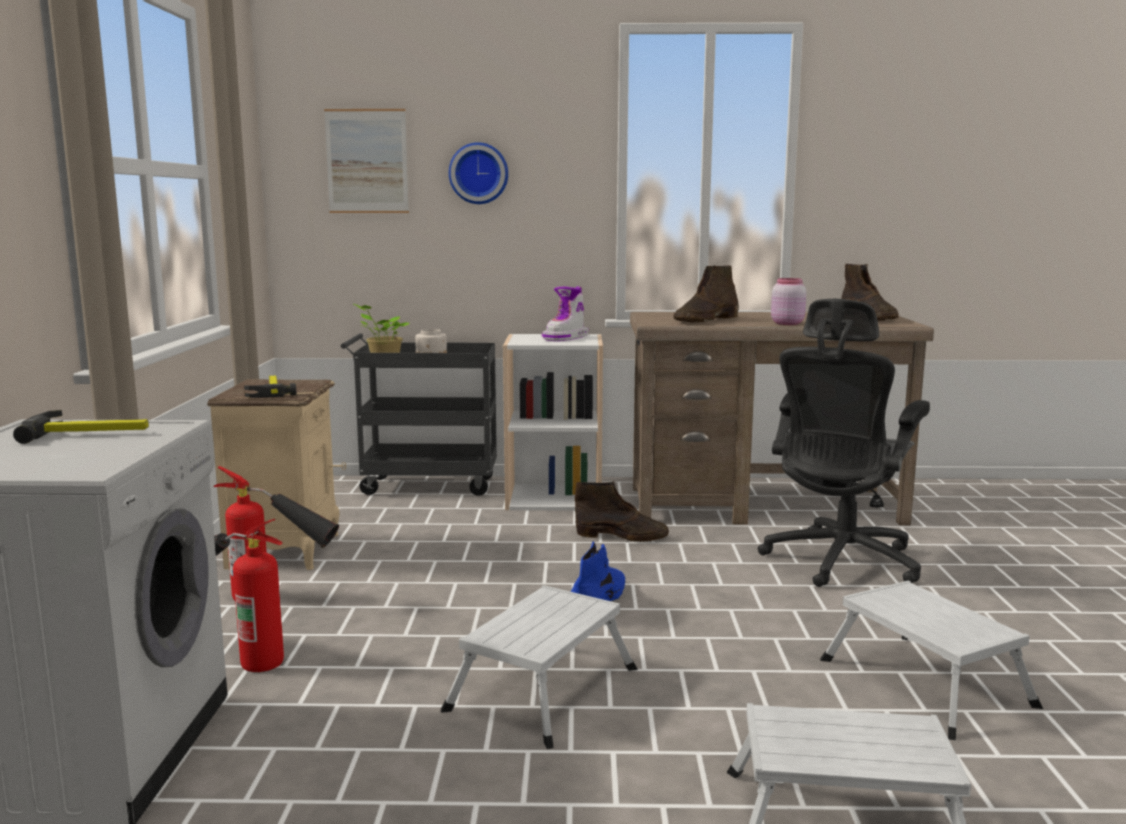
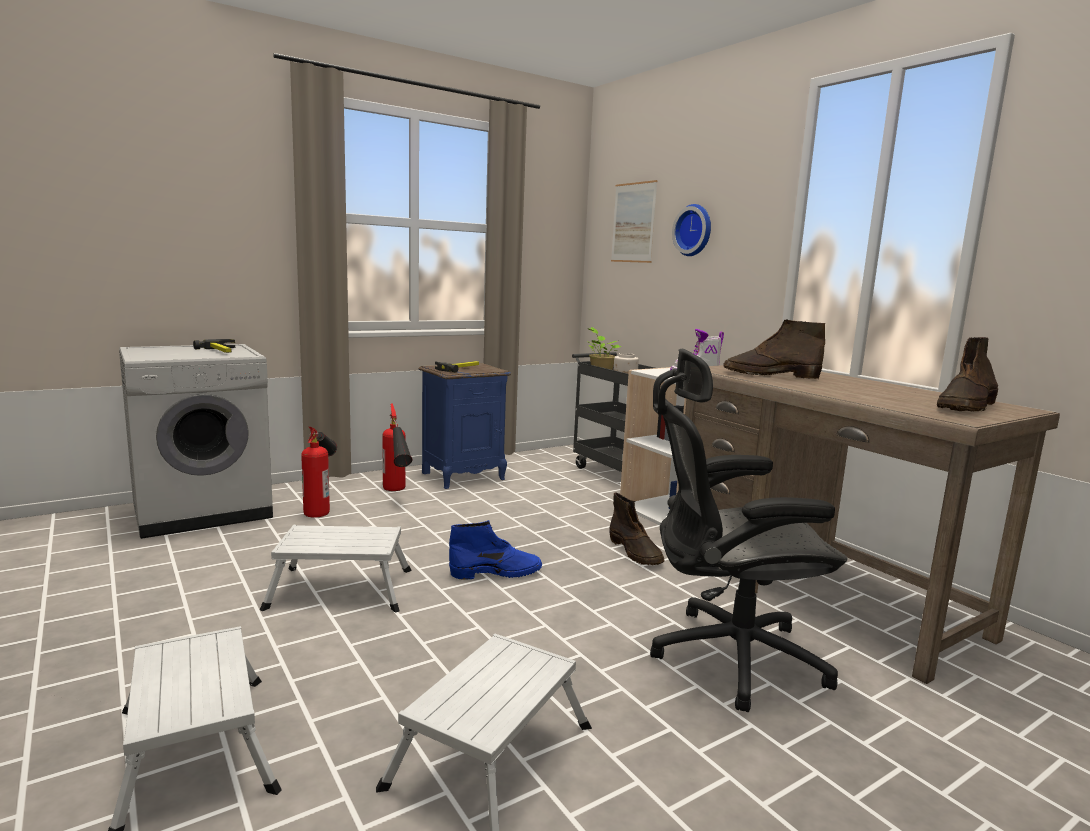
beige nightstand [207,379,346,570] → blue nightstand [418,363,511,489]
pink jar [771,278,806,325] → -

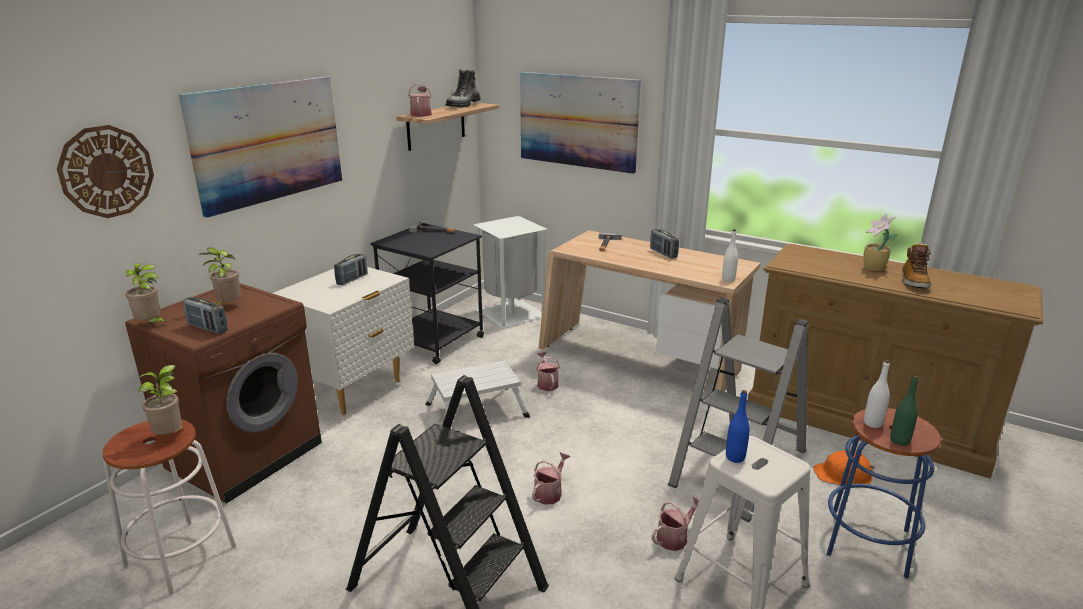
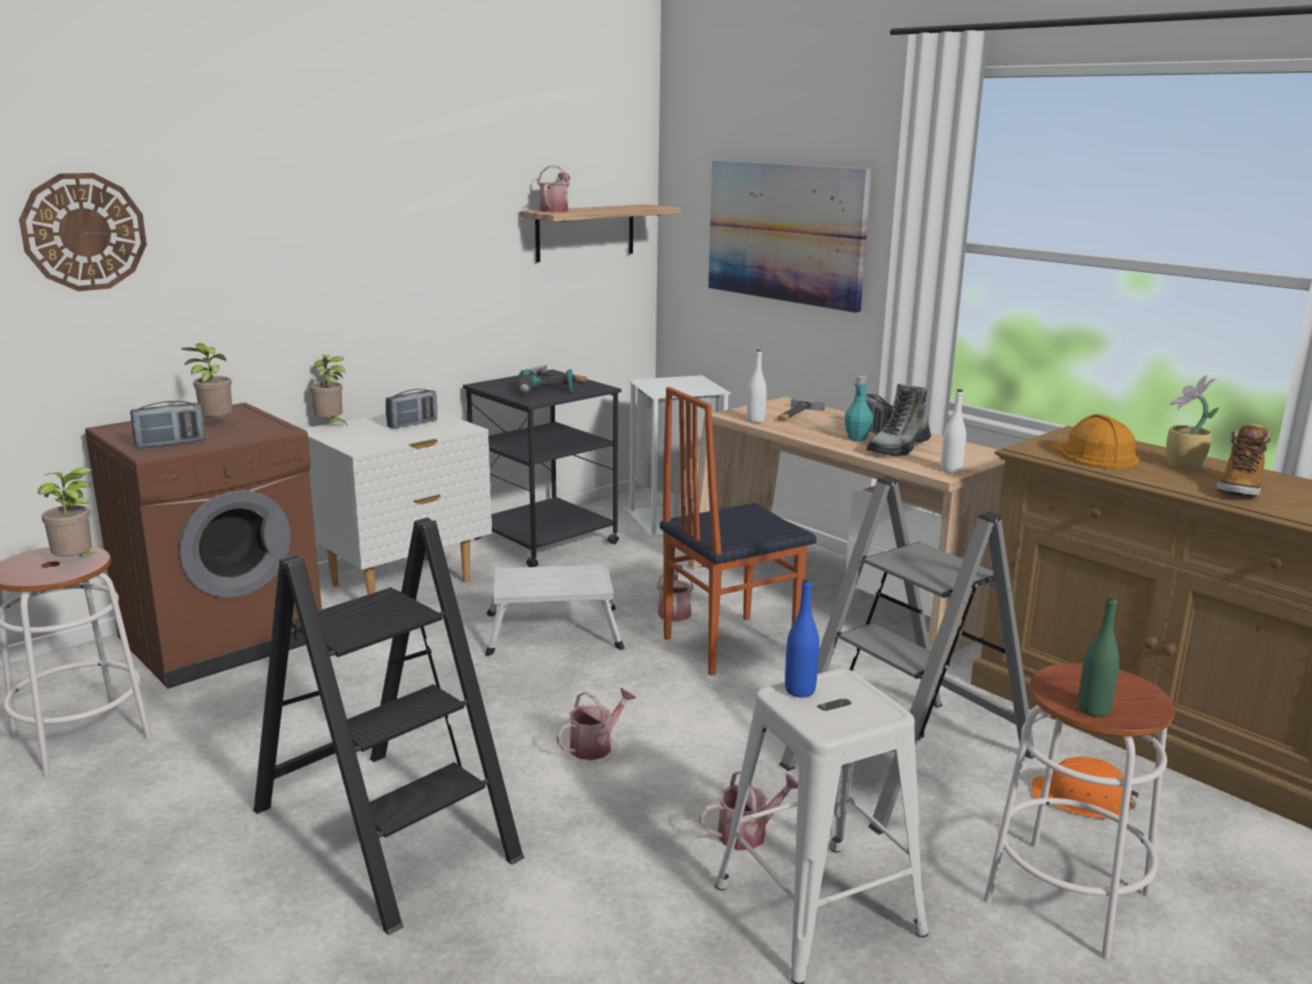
potted plant [125,264,168,324] → potted plant [310,355,348,426], moved
picture [178,76,342,218] → -
radio [183,297,228,334] → radio [130,401,205,448], 75 degrees counterclockwise
boot [446,70,481,108] → boot [867,384,931,456], moved
blue stool [827,408,941,579] → white stool [984,663,1175,960]
white bottle [864,360,890,428] → white bottle [747,350,767,423], moved
- → power drill [517,369,573,394]
- → chair [660,387,817,676]
- → turquoise bottle [845,376,873,441]
- → orange hard hat [1050,414,1139,470]

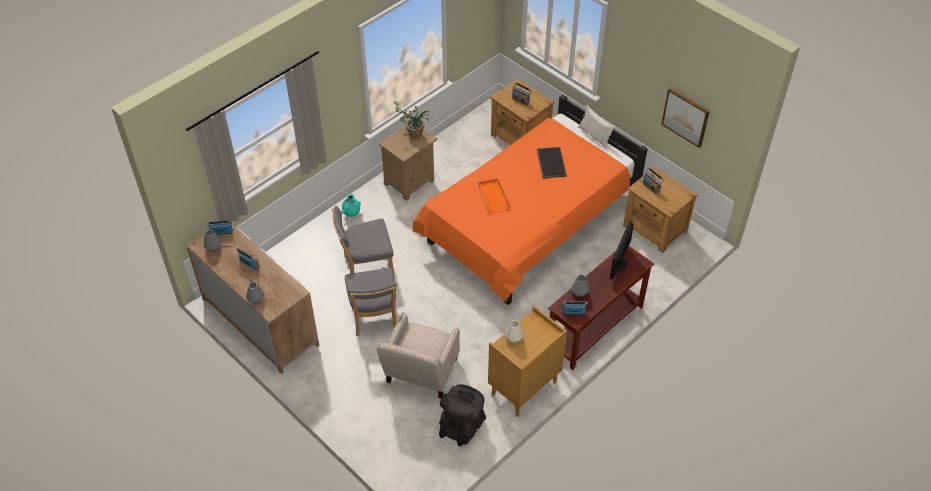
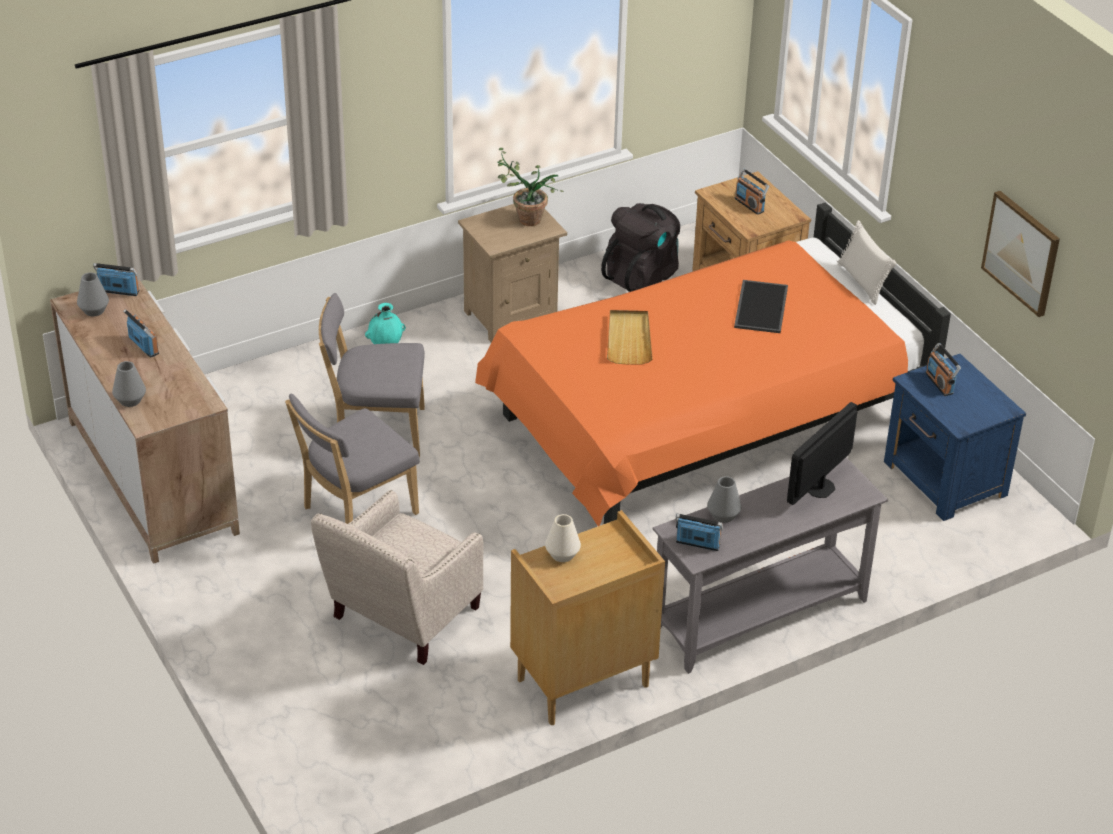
grey chair [345,268,397,336] → grey chair [285,394,420,524], 45 degrees clockwise
black backpack [439,384,486,446] → black backpack [601,203,680,292], moved
orange tray [478,179,511,213] → beige tray [607,310,653,365]
brown console table [548,246,654,370] → grey console table [653,457,888,674]
brown nightstand [623,167,697,253] → blue nightstand [884,354,1026,521]

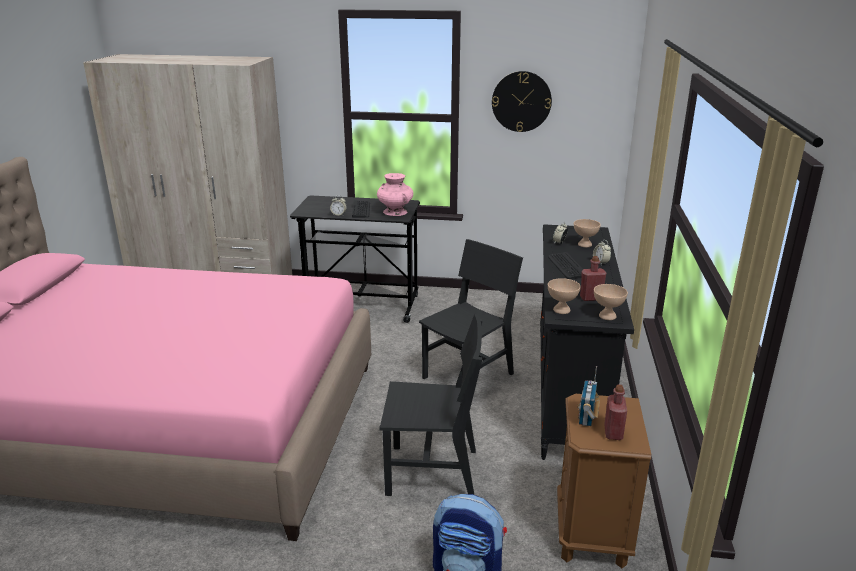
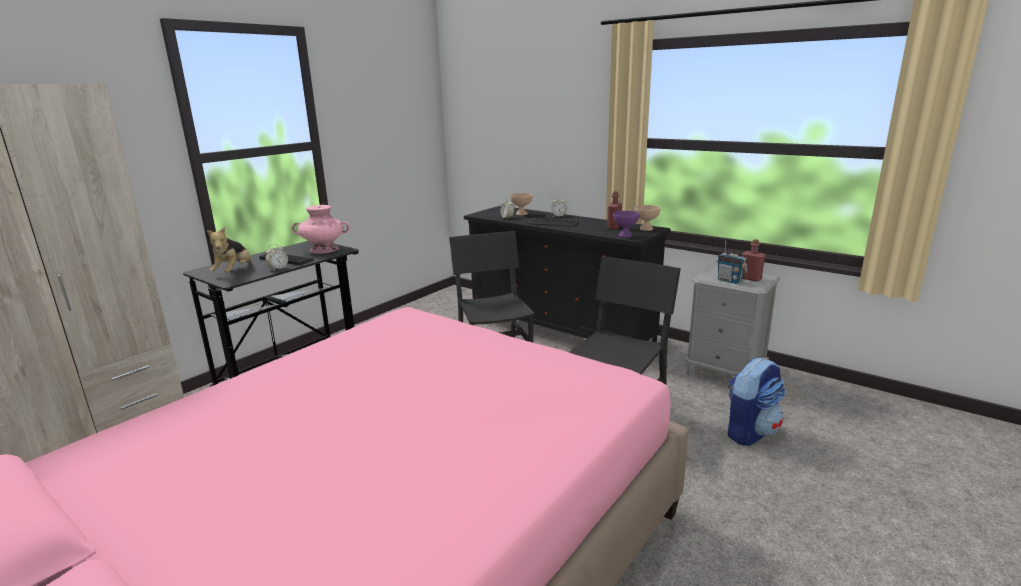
wall clock [492,71,552,132] → -
beige bowl [548,278,581,314] → purple bowl [613,211,640,238]
brown nightstand [557,394,651,568] → grey nightstand [685,265,780,376]
- → plush toy [207,226,251,273]

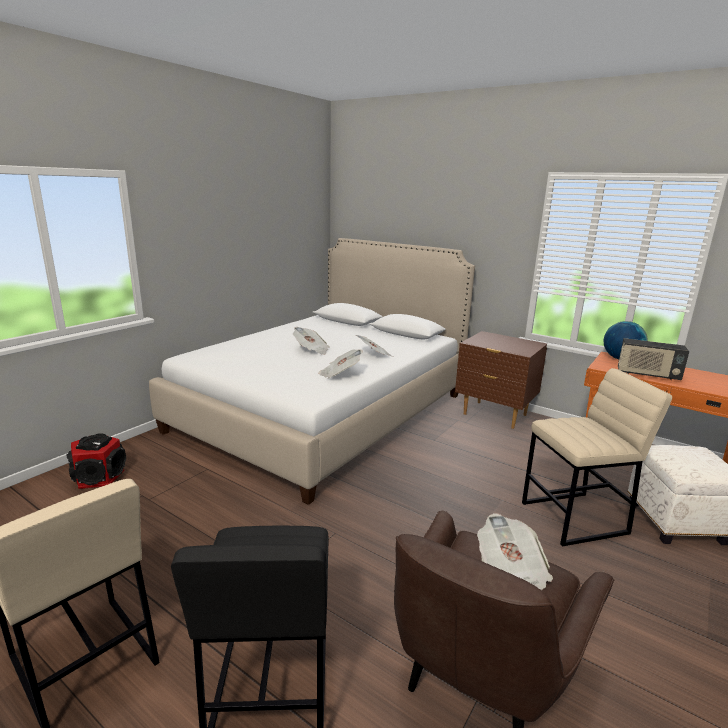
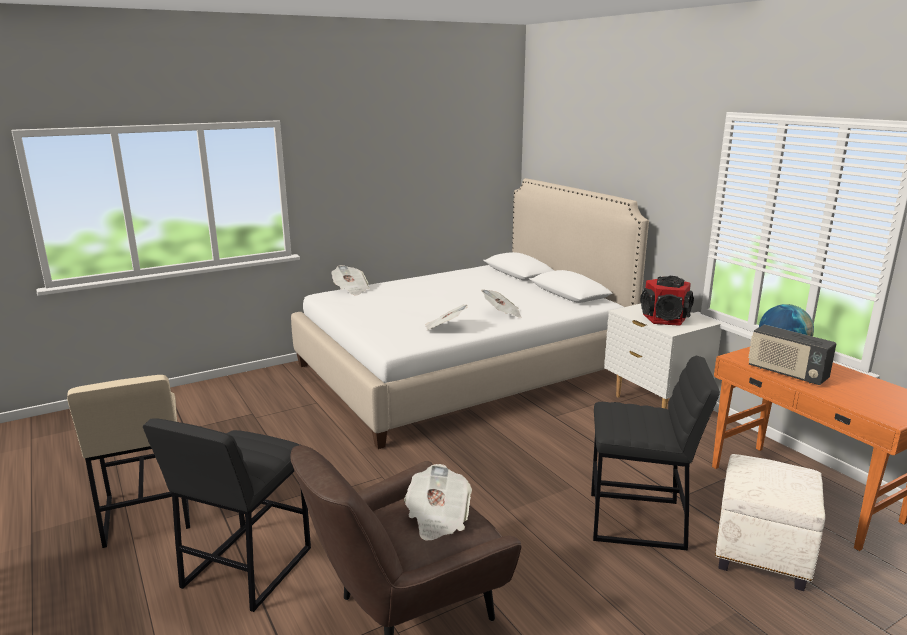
speaker [67,433,126,489] → speaker [640,276,694,326], moved
newspaper [293,327,330,355] → newspaper [331,265,370,296], moved
brown nightstand [455,331,547,429] → white nightstand [604,304,722,409]
beige chair [522,368,672,546] → black chair [591,356,720,550]

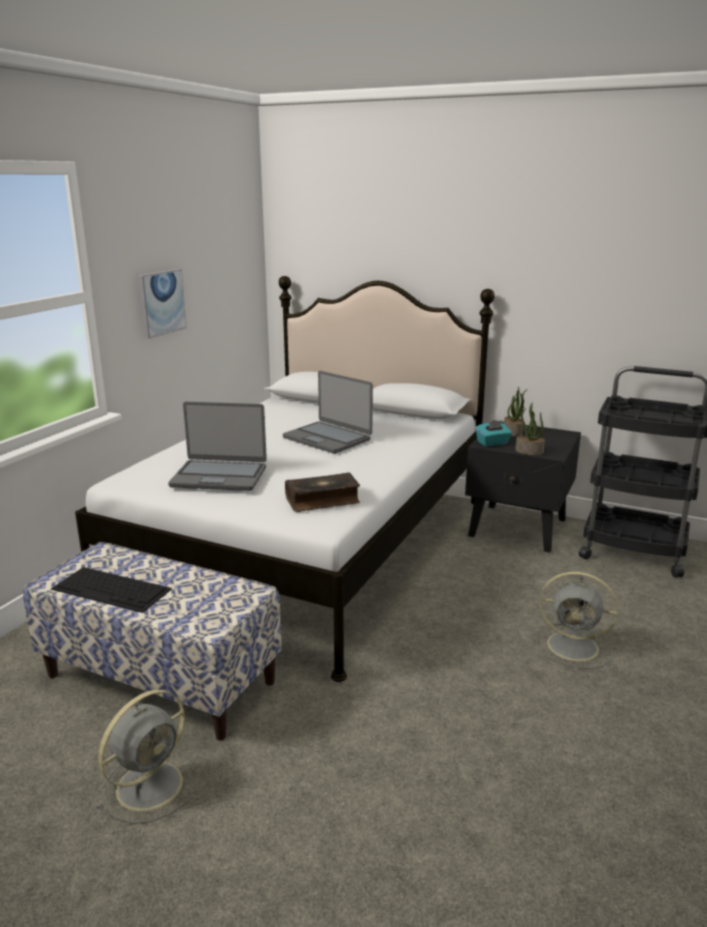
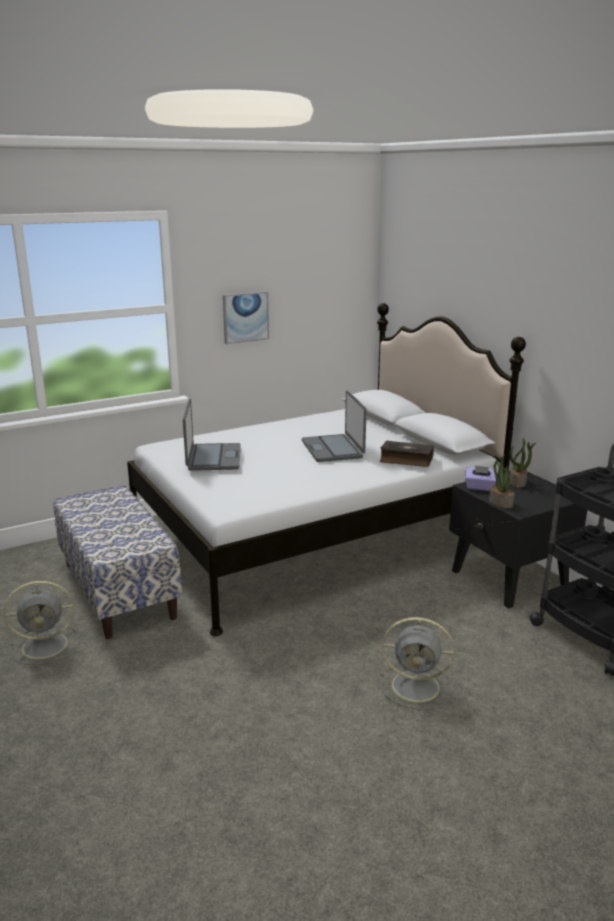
keyboard [51,567,172,613] → -
laptop [168,402,267,491] → laptop [183,399,241,471], 135 degrees counterclockwise
book [285,473,360,512] → book [380,440,434,467], moved
turquoise tissue box [475,420,512,447] → purple tissue box [465,465,498,491]
grey fan [536,572,618,669] → grey fan [380,617,455,710], 45 degrees counterclockwise

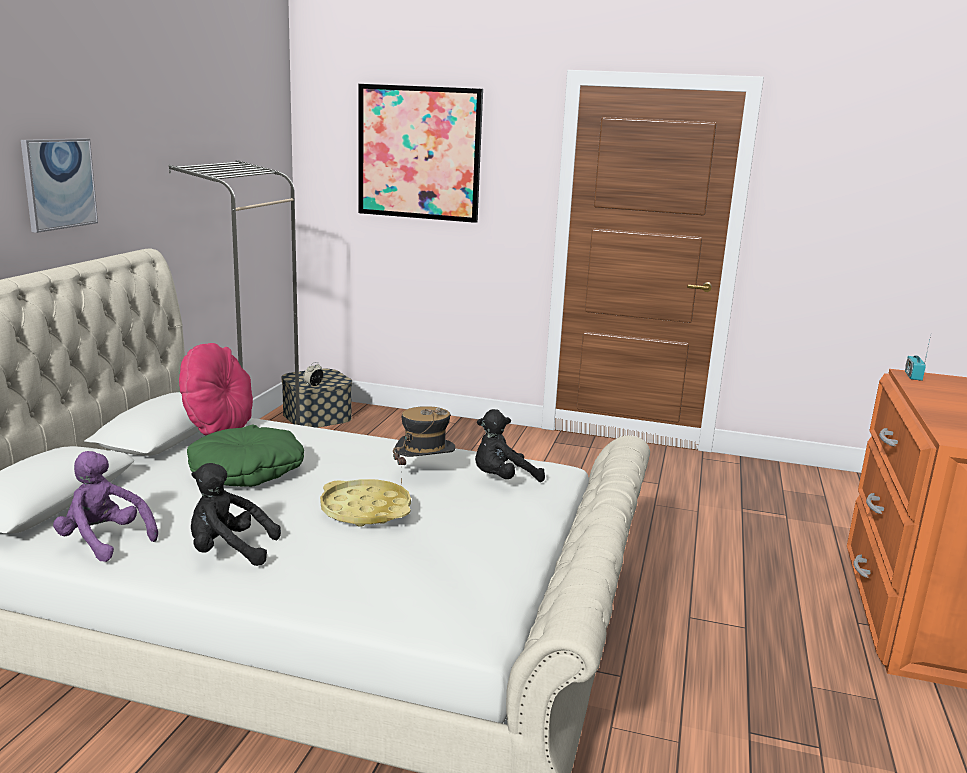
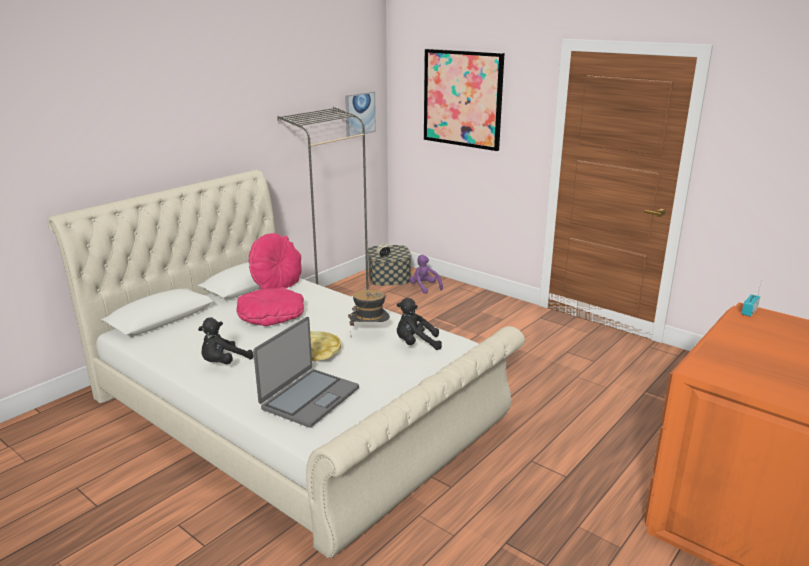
picture [21,138,98,233] → picture [345,91,376,137], moved
purple plush toy [53,451,158,562] → purple plush toy [409,255,443,294], moved
green pillow [187,425,304,487] → pink pillow [236,287,304,326]
black plush toy [191,463,281,566] → black plush toy [198,317,253,364], 75 degrees counterclockwise
- → laptop [253,317,359,427]

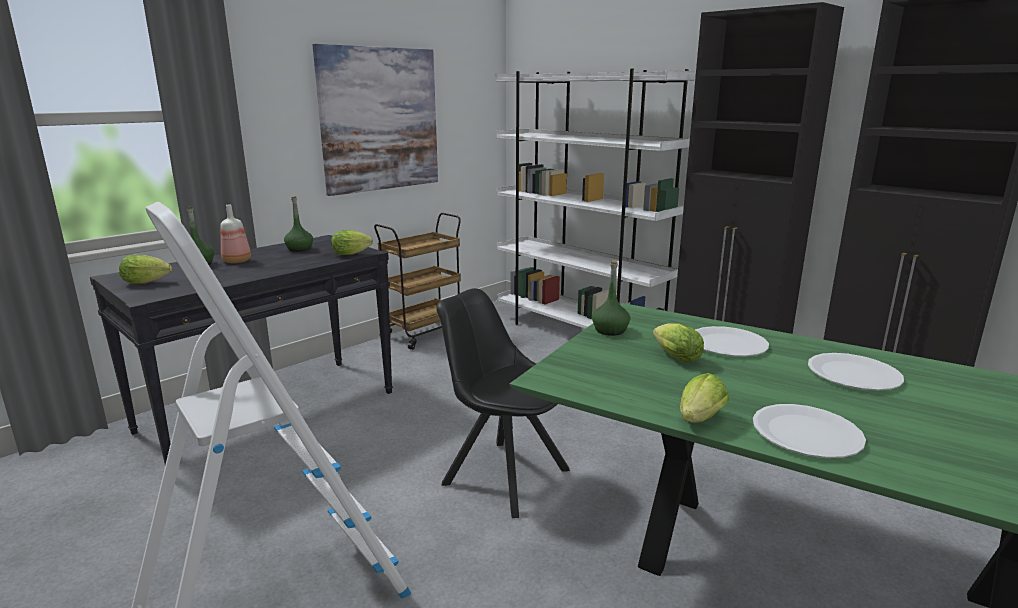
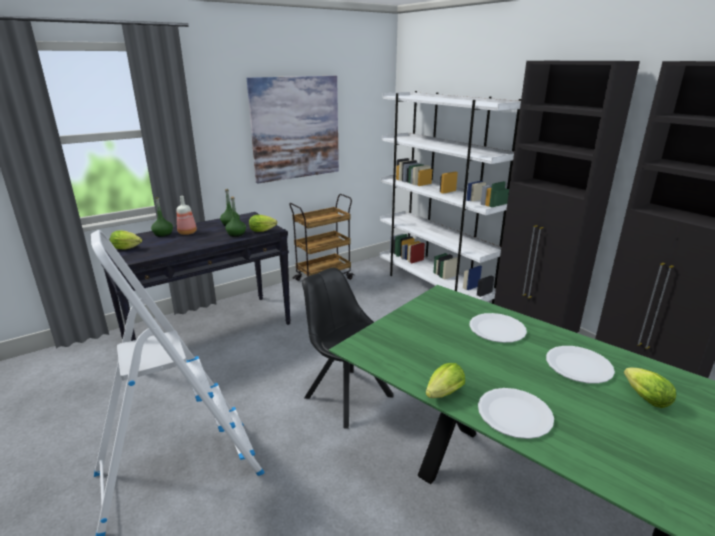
green bottle [592,260,630,336] → green bottle [225,197,246,237], moved
lettuce [653,323,704,362] → lettuce [624,368,676,408], moved

